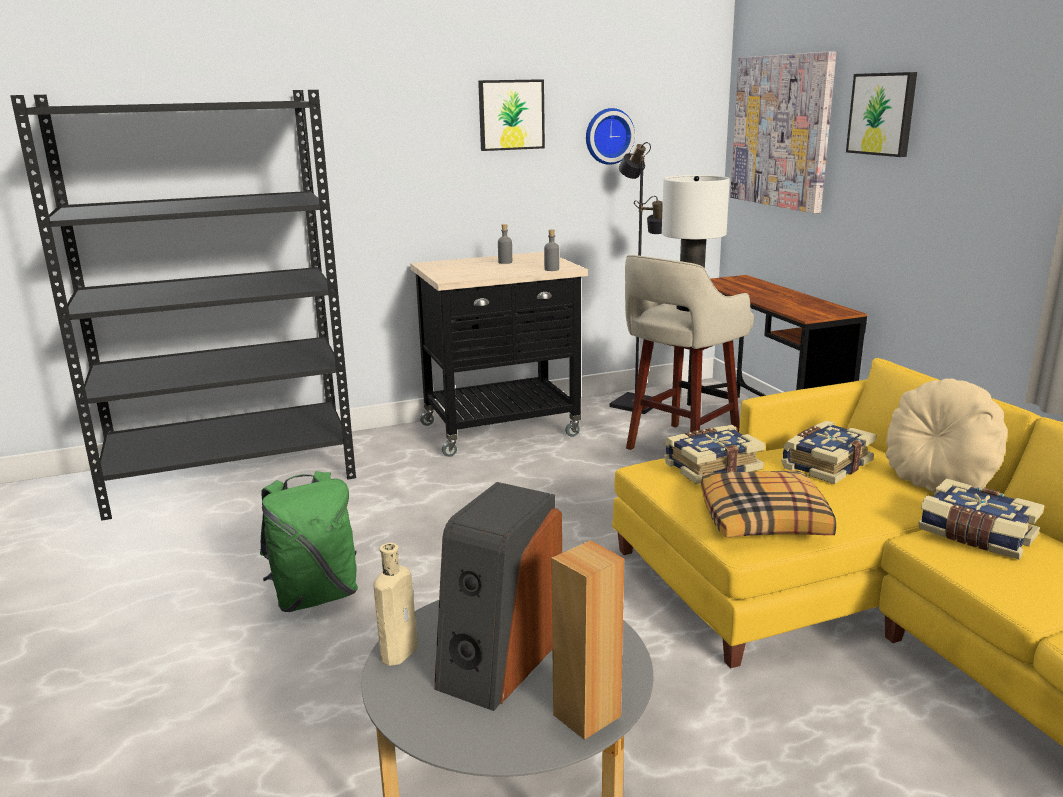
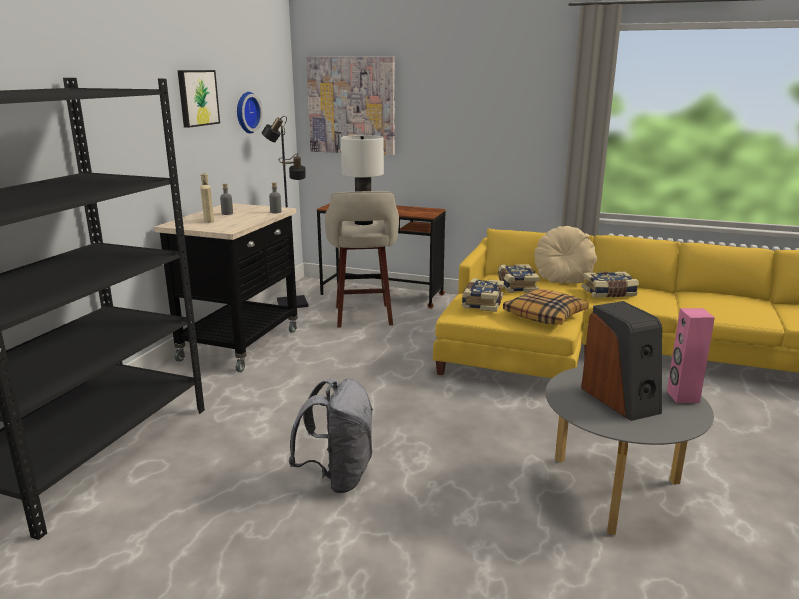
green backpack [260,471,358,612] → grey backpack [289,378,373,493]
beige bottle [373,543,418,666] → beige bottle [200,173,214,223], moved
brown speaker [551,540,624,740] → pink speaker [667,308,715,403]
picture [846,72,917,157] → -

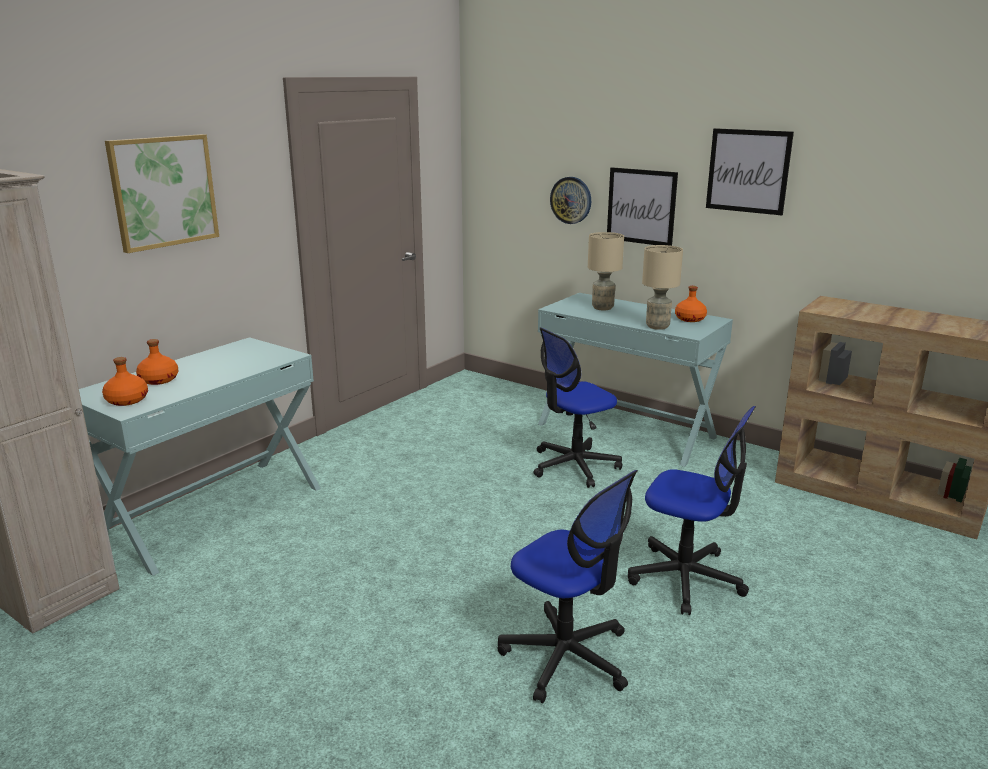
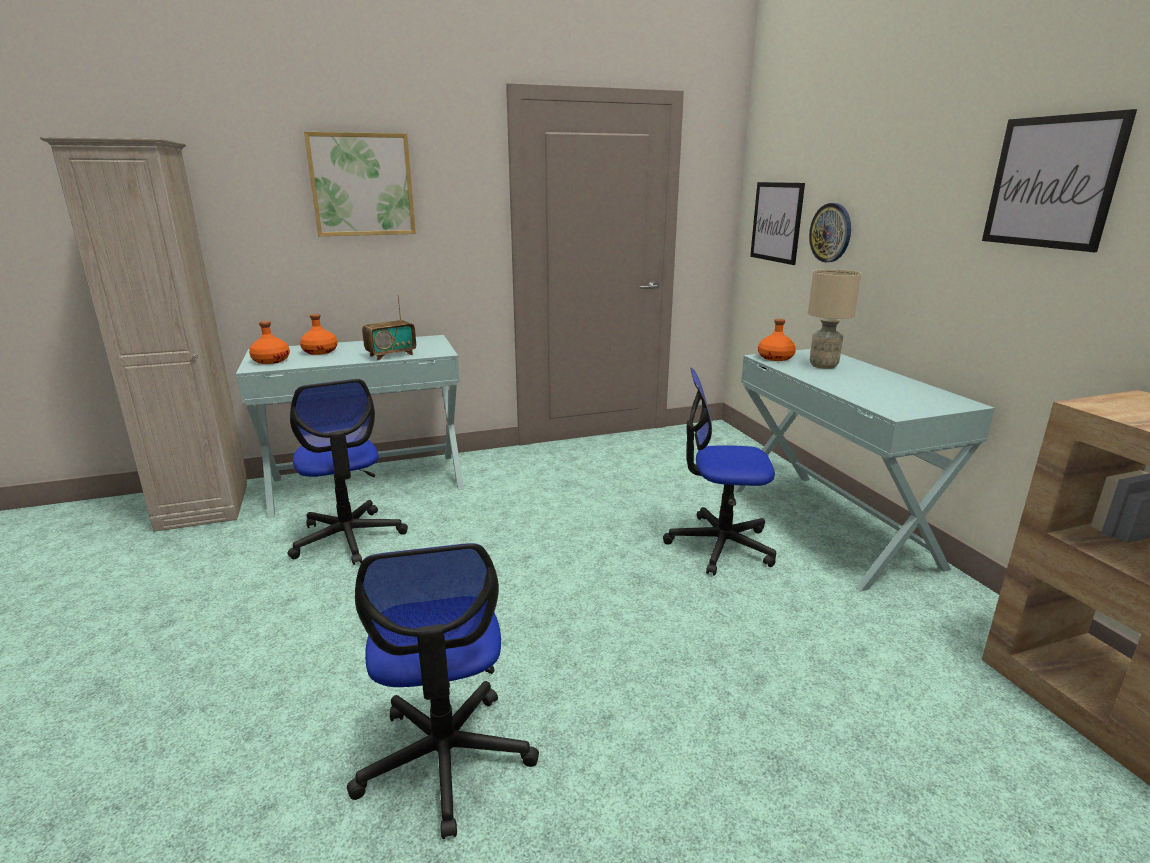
picture [607,167,678,246] → picture [750,182,805,265], moved
office chair [628,406,756,615] → office chair [287,379,408,565], moved
beige table lamp [642,245,683,330] → -
orange bottle [675,286,707,322] → orange bottle [758,319,796,361], moved
- → radio [362,295,416,360]

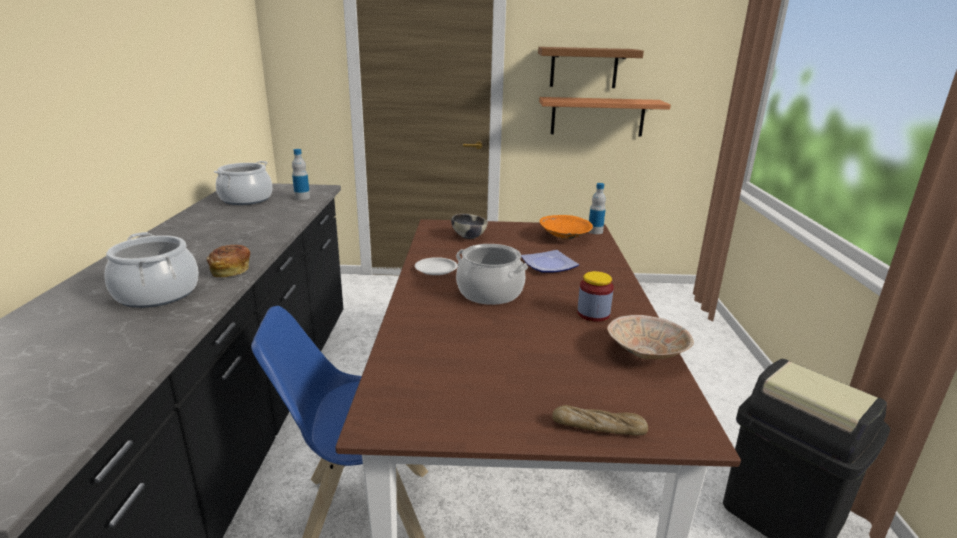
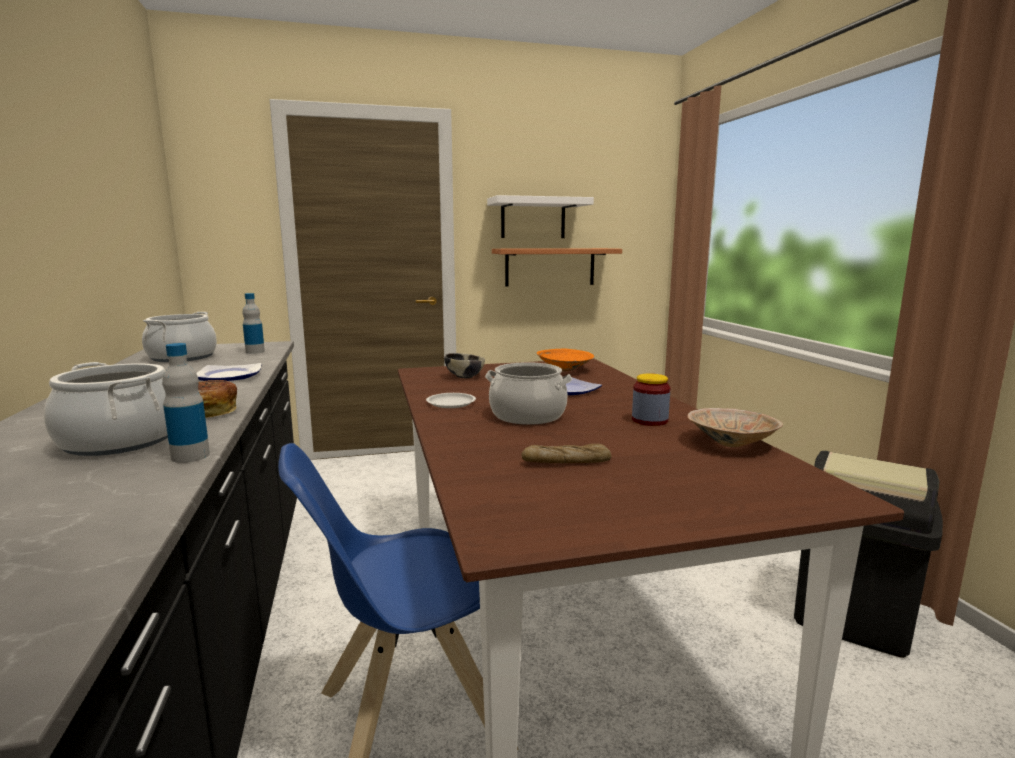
brown shelf [538,47,644,88] → white shelf [487,195,594,238]
bread [552,405,648,436] → bread [522,444,612,463], moved
bottle [589,183,606,234] → bottle [162,343,210,463], moved
- → plate [196,363,261,381]

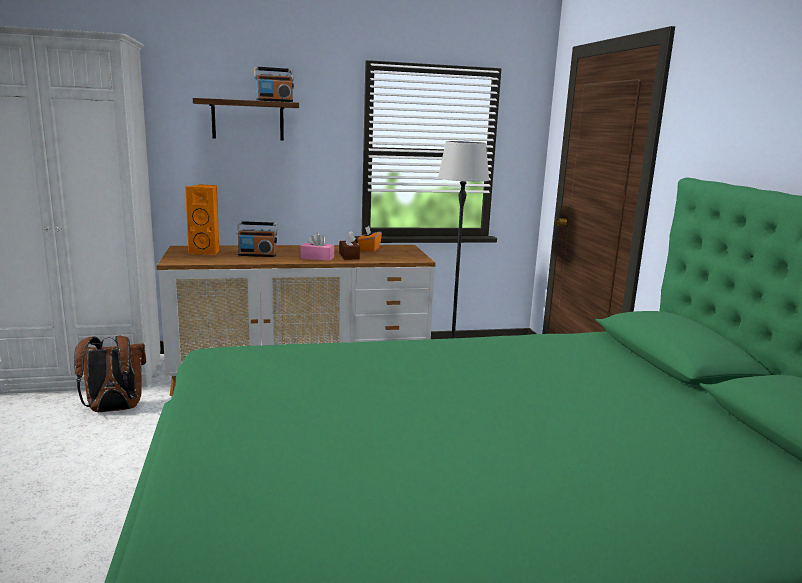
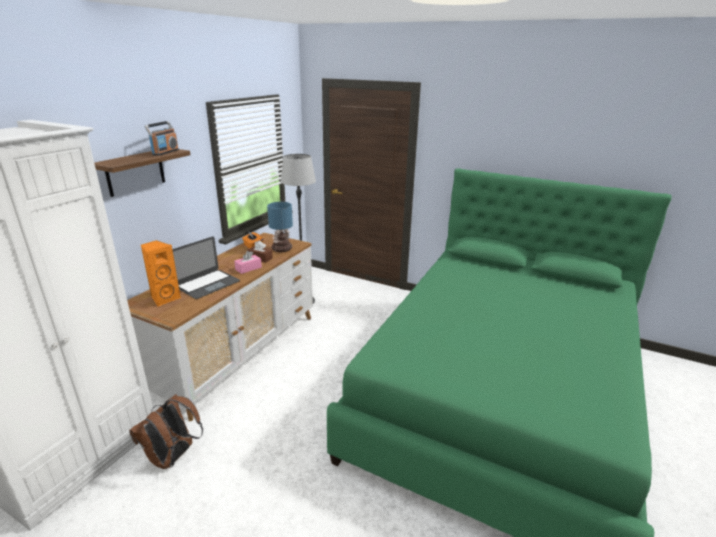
radio [237,221,278,257] → laptop [172,237,240,299]
- → table lamp [267,202,293,252]

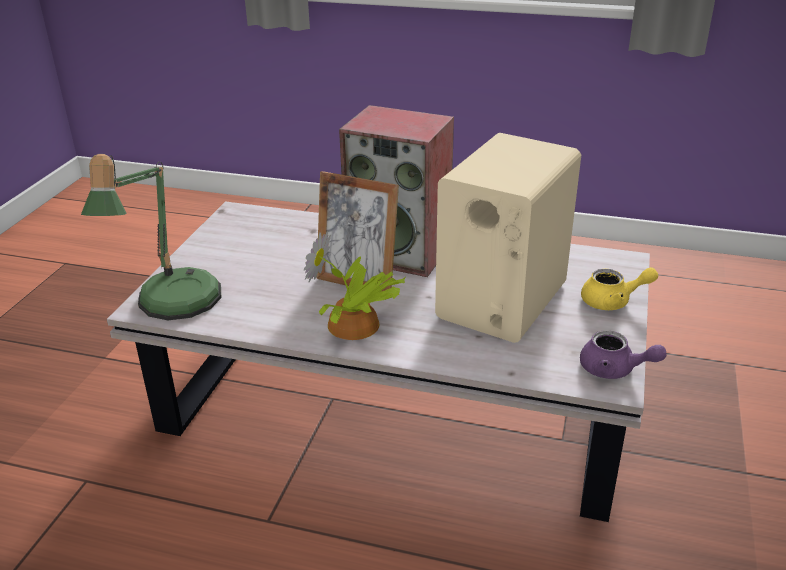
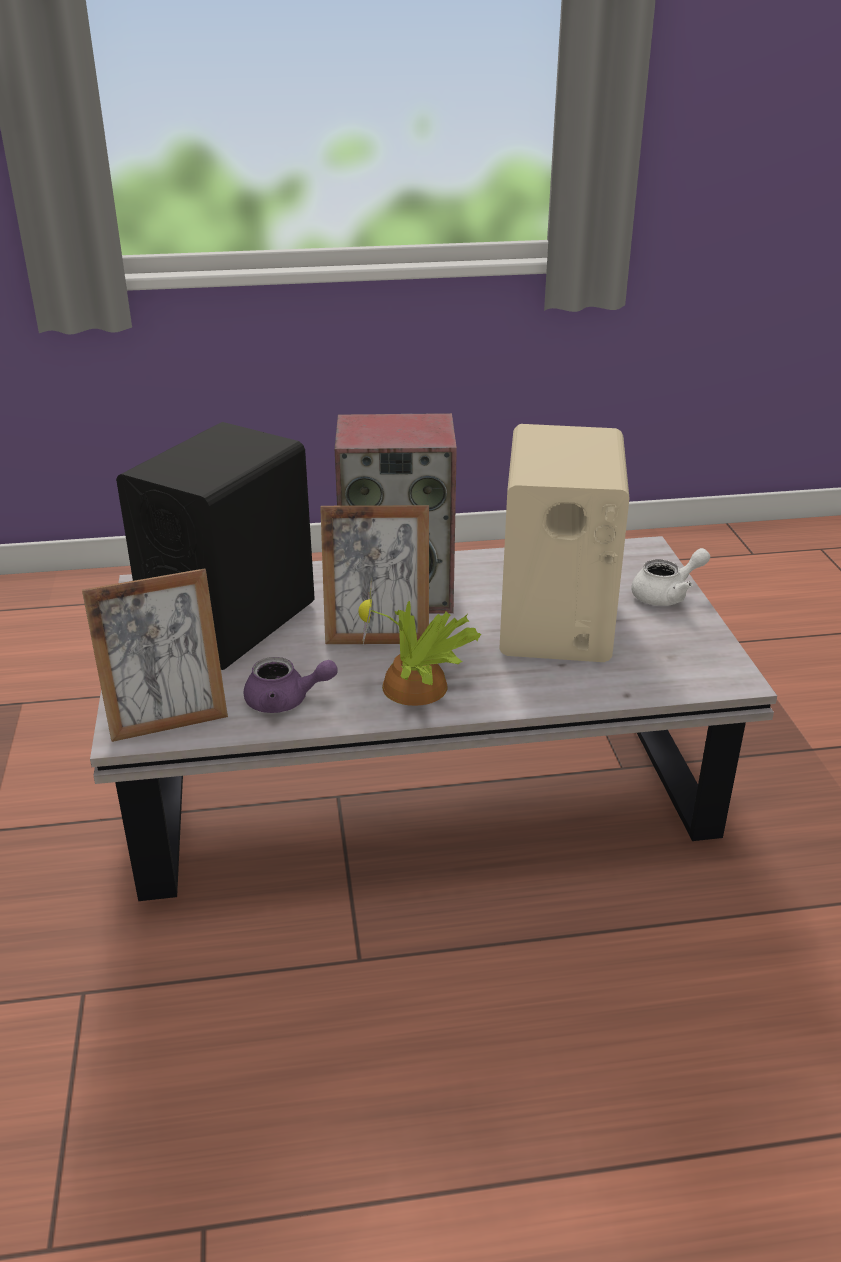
table lamp [81,154,221,320] → picture frame [82,568,228,742]
purple teapot [580,330,667,379] → purple teapot [244,657,338,713], moved
yellow teapot [581,267,658,310] → white teapot [631,548,710,606]
- → black speaker [116,422,315,670]

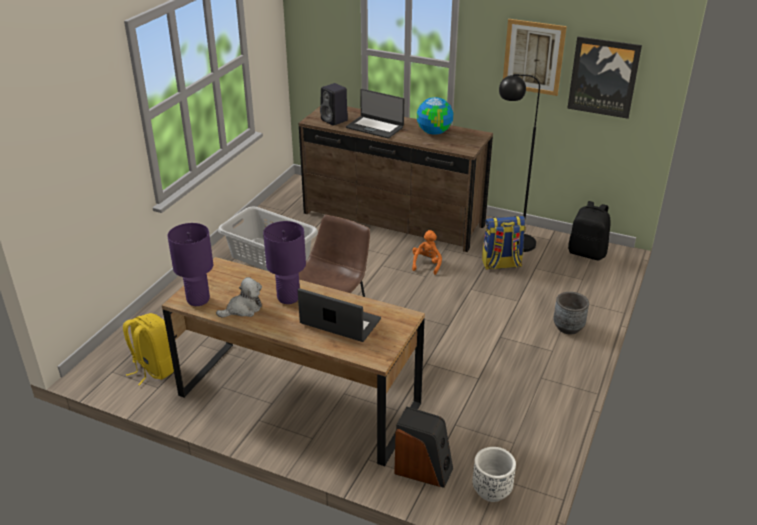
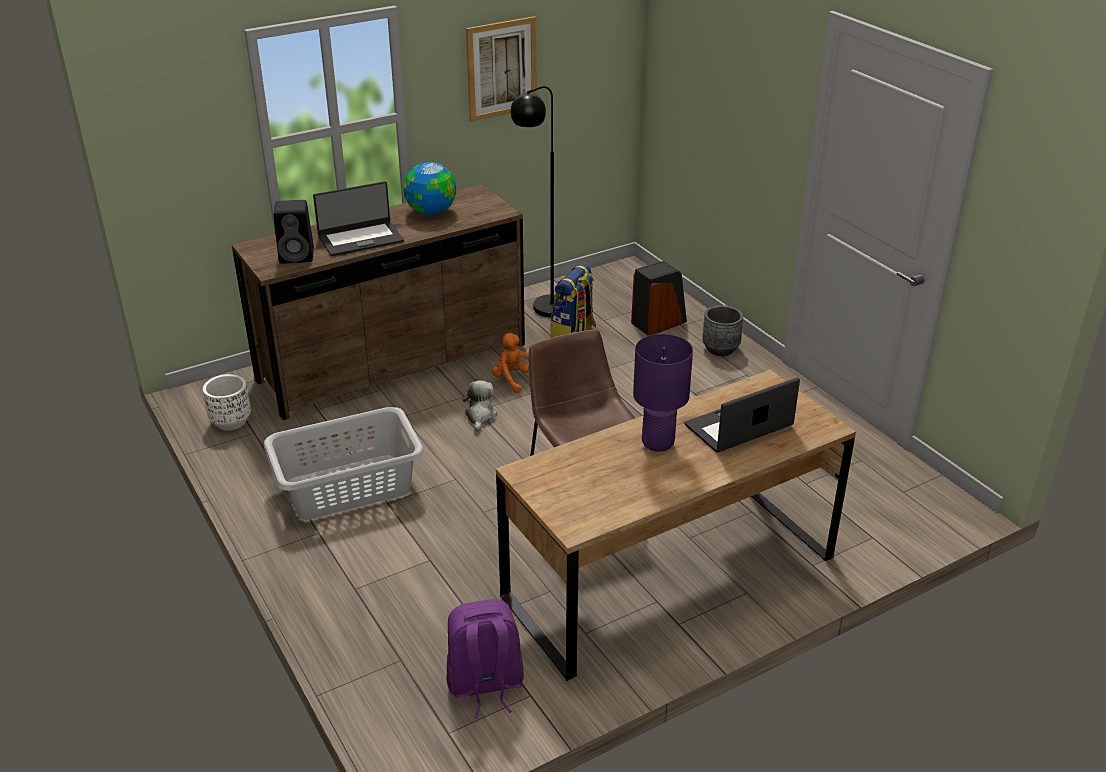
yellow backpack [123,313,174,385] → purple backpack [446,599,524,719]
purple table lamp [167,223,213,306] → -
plush toy [216,277,262,317] → plush toy [462,380,497,432], moved
speaker [394,407,453,488] → speaker [631,261,687,336], moved
white planter [472,447,516,502] → white planter [203,374,251,431], moved
picture [567,37,642,119] → -
black backpack [568,201,611,260] → -

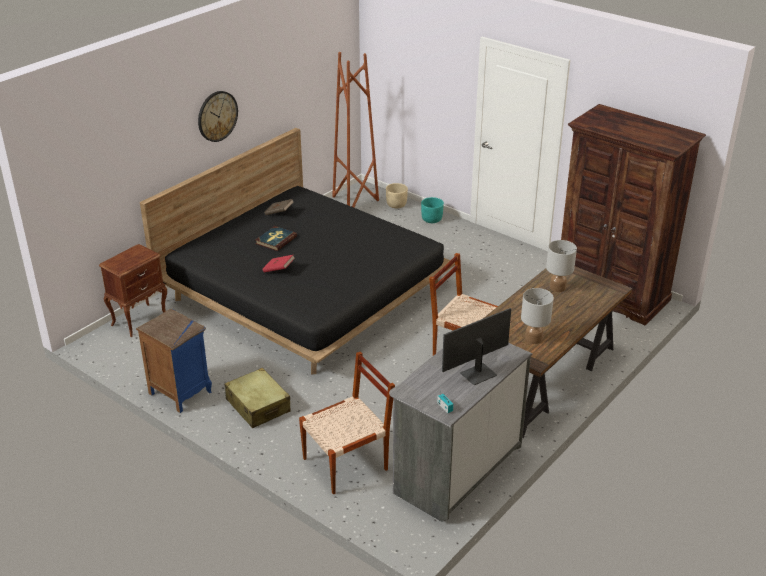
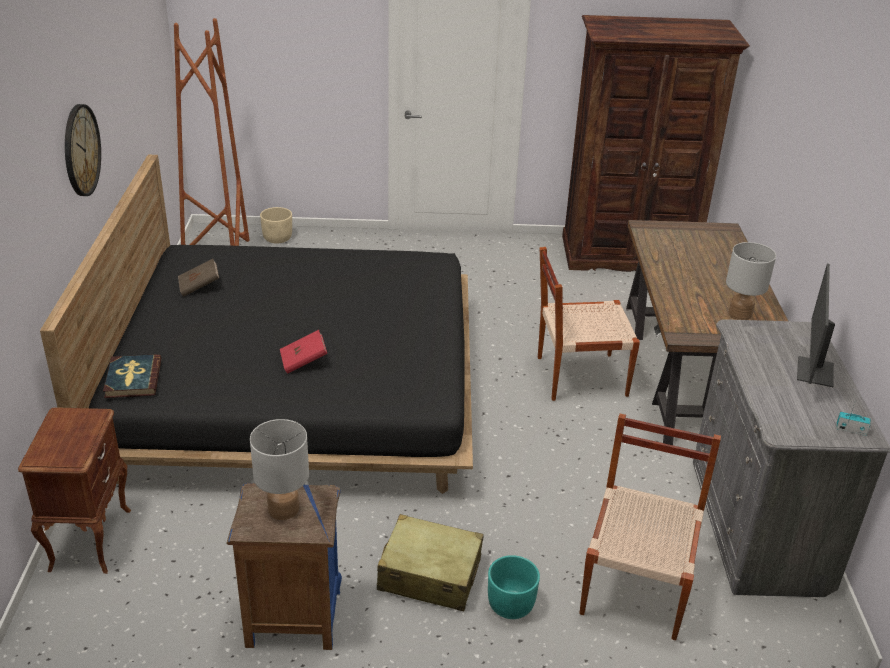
book [256,226,297,251] → book [103,354,161,398], moved
turquoise planter [421,197,444,223] → turquoise planter [488,555,540,619], moved
grey table lamp [546,240,577,292] → grey table lamp [250,419,309,520], moved

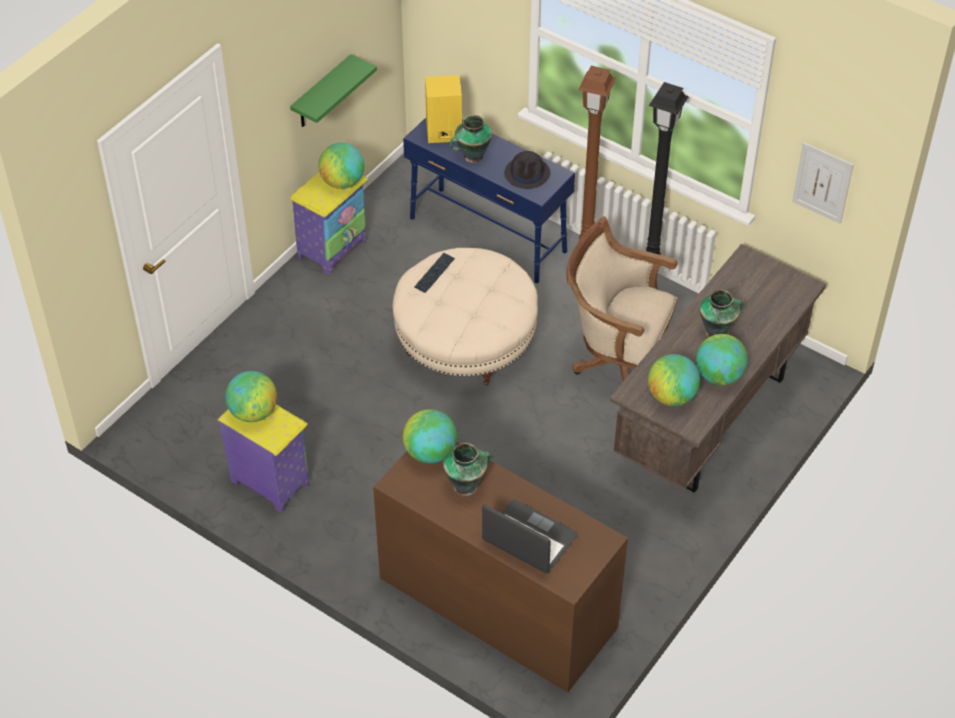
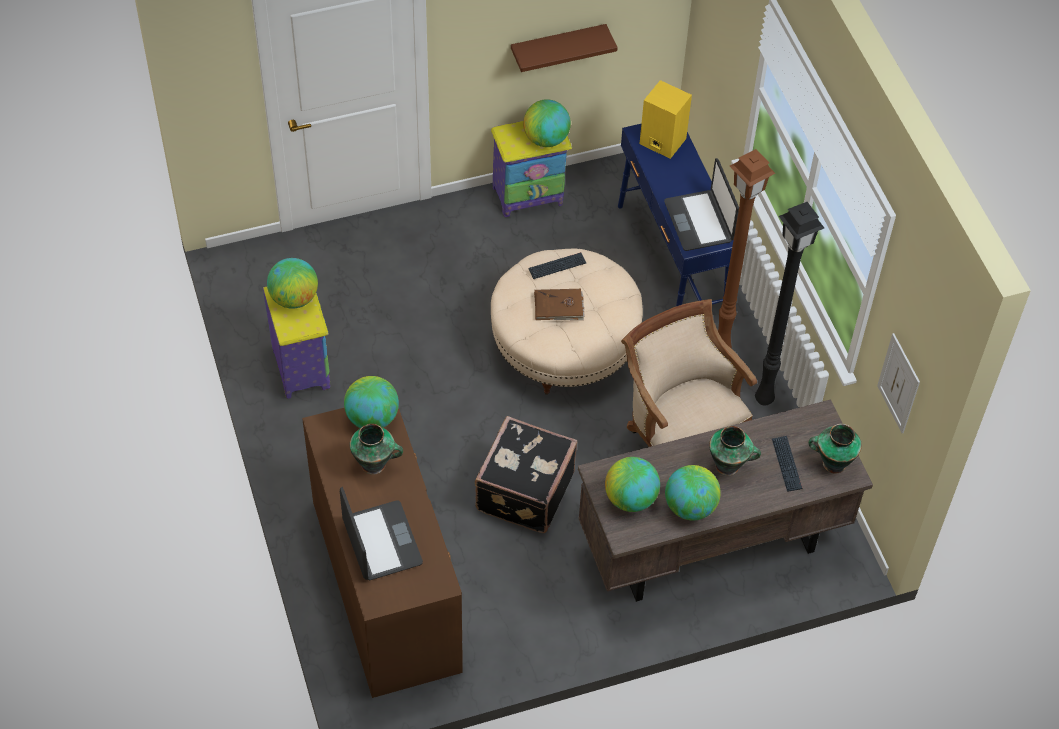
green shelf [290,54,377,127] → brown shelf [511,24,618,72]
vase [449,115,492,163] → vase [808,424,862,474], moved
black hat [504,151,550,189] → laptop [664,158,739,251]
- → black suitcase [475,416,577,533]
- → brown book [534,289,585,320]
- → keyboard [772,436,802,492]

